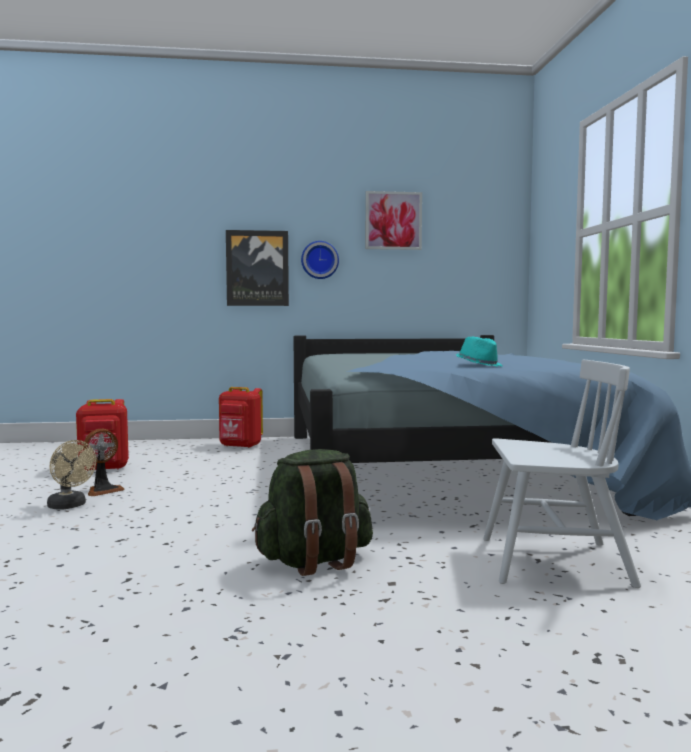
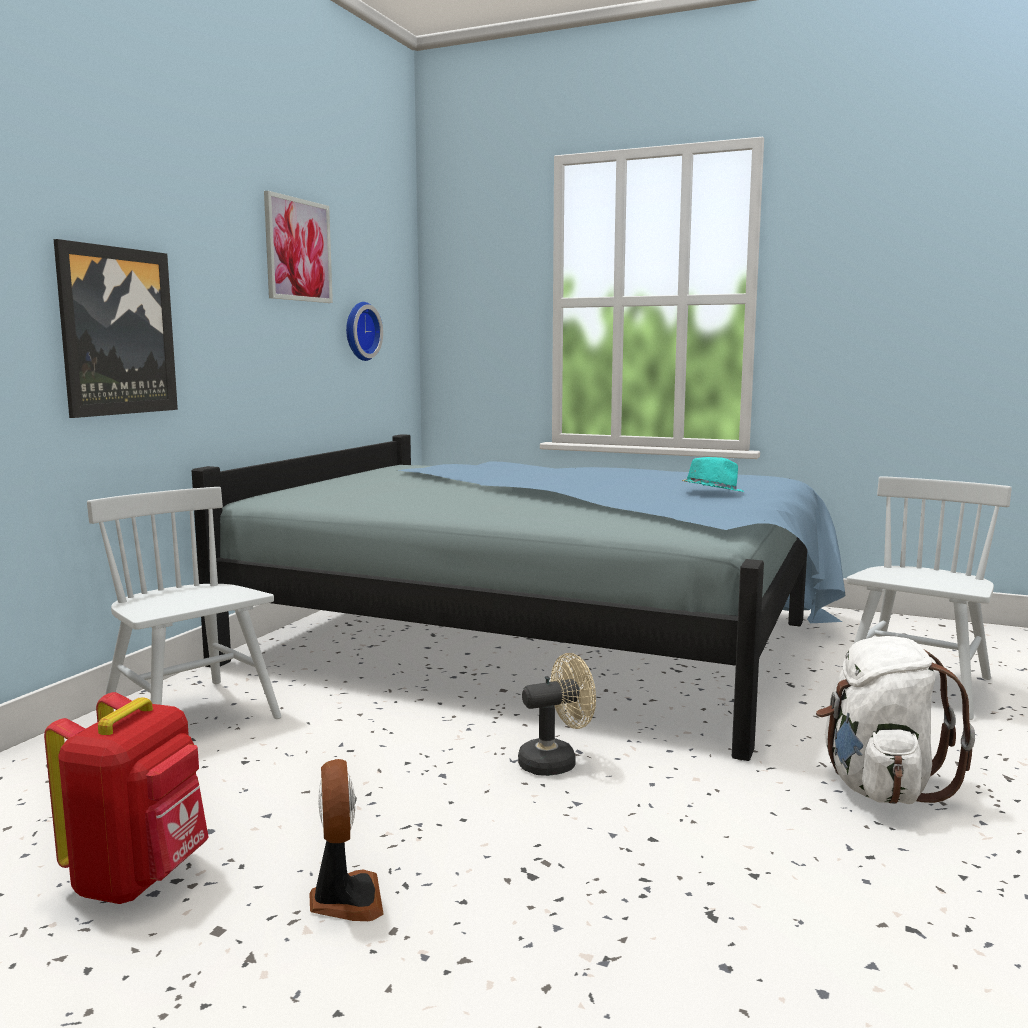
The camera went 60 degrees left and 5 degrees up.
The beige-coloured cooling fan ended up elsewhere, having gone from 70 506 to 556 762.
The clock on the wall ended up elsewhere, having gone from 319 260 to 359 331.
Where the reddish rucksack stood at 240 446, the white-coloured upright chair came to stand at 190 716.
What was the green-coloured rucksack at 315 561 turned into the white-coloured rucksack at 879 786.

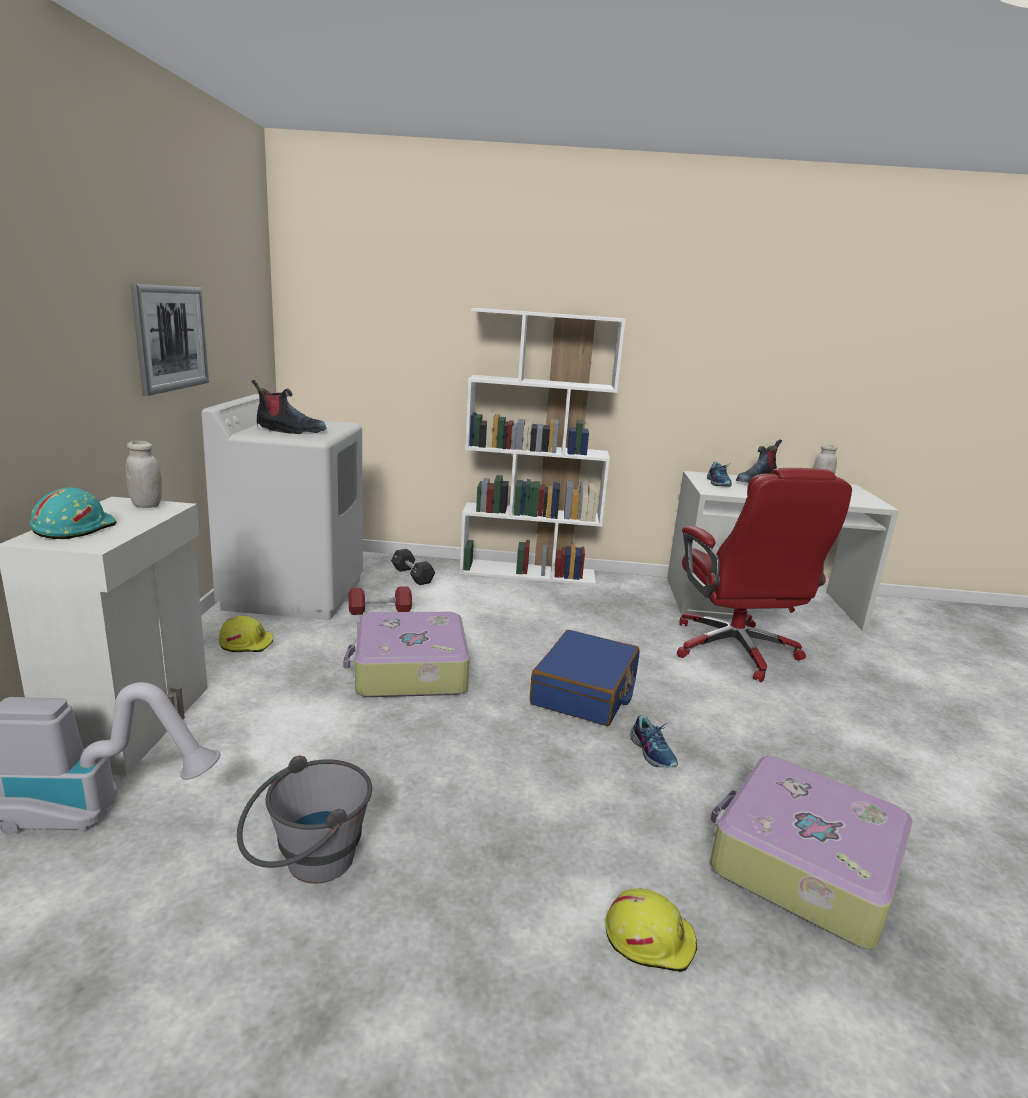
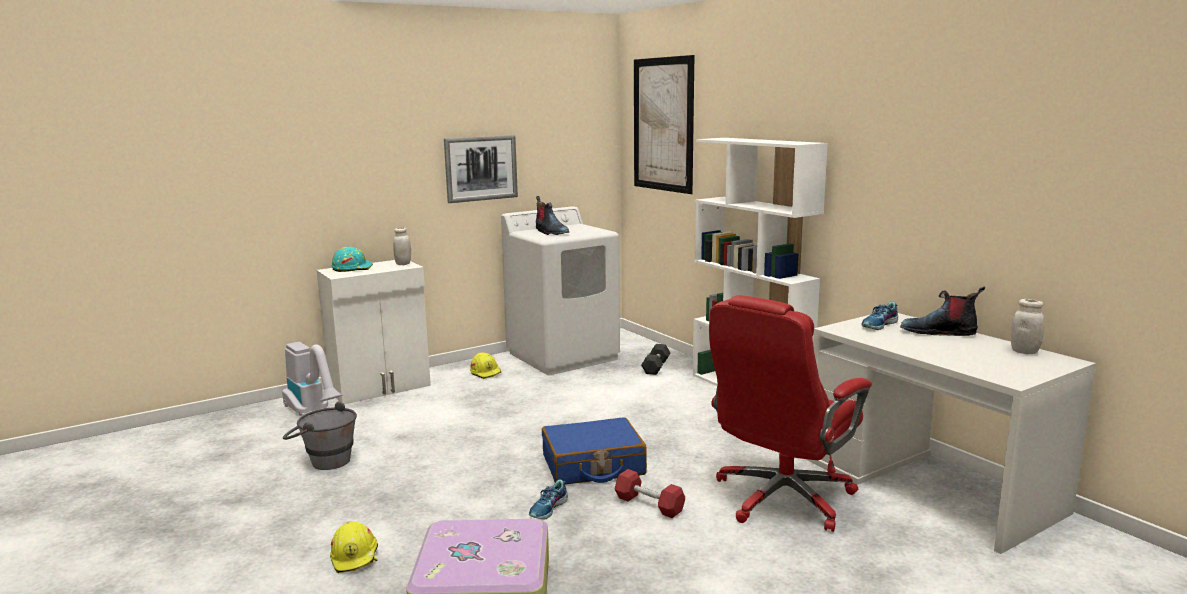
The camera went 55 degrees right and 5 degrees down.
The second view lost the travel case at 409 670.
The second view gained the picture at 662 124.
The reddish dumbbell ended up elsewhere, having gone from 380 611 to 649 505.

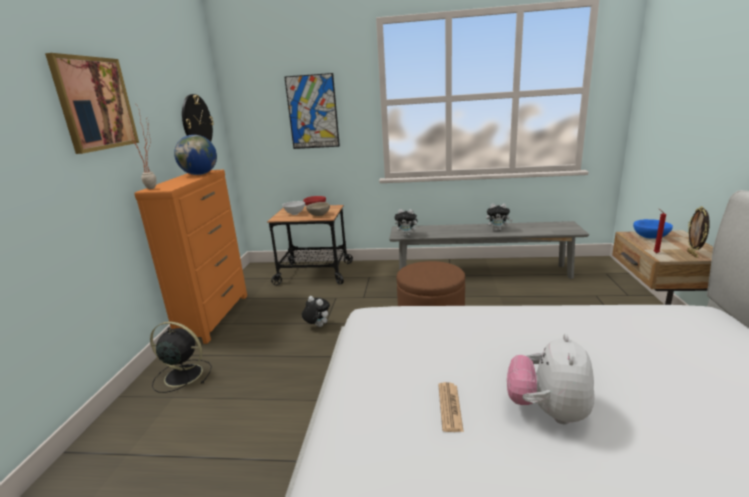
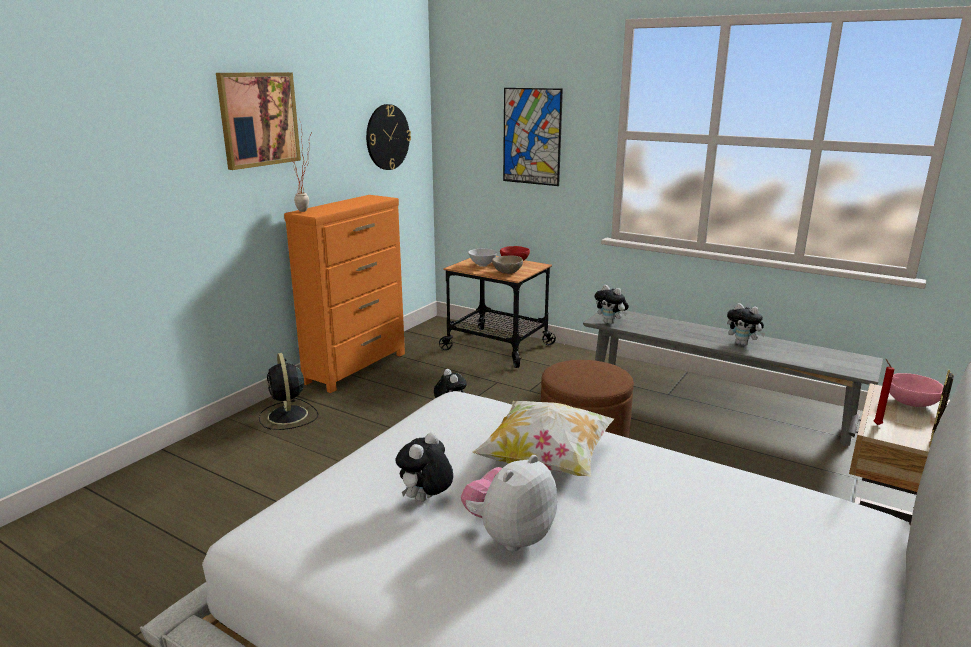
The camera went 25 degrees right and 0 degrees up.
The second view lost the globe at 200 174.
The second view gained the throw pillow at 546 460.
Where the newspaper stood at 450 407, the soft toy came to stand at 425 500.
What was the blue serving bowl at 650 237 turned into the pinkish serving bowl at 911 403.
The black-coloured cooling fan at 182 375 ended up facing another way, 150 degrees counterclockwise from before.

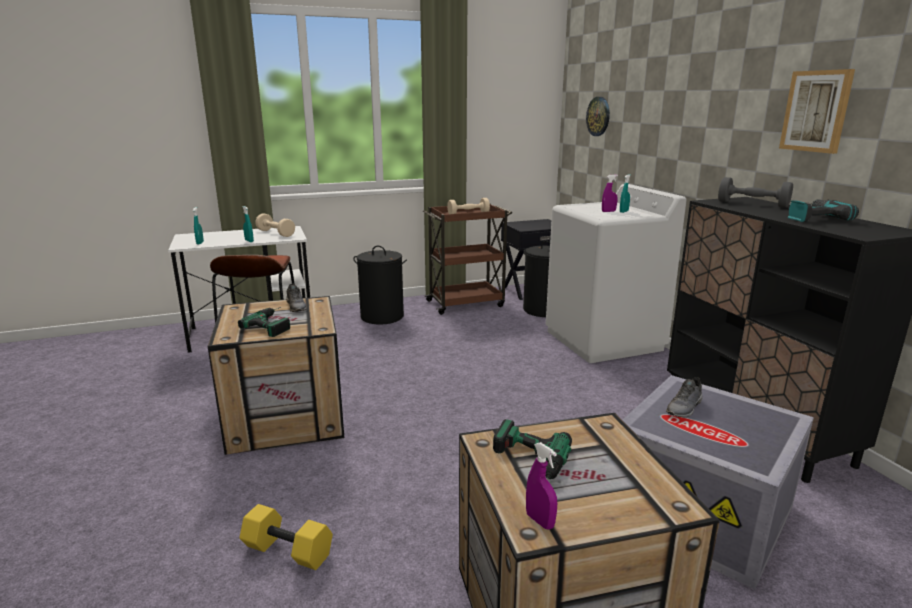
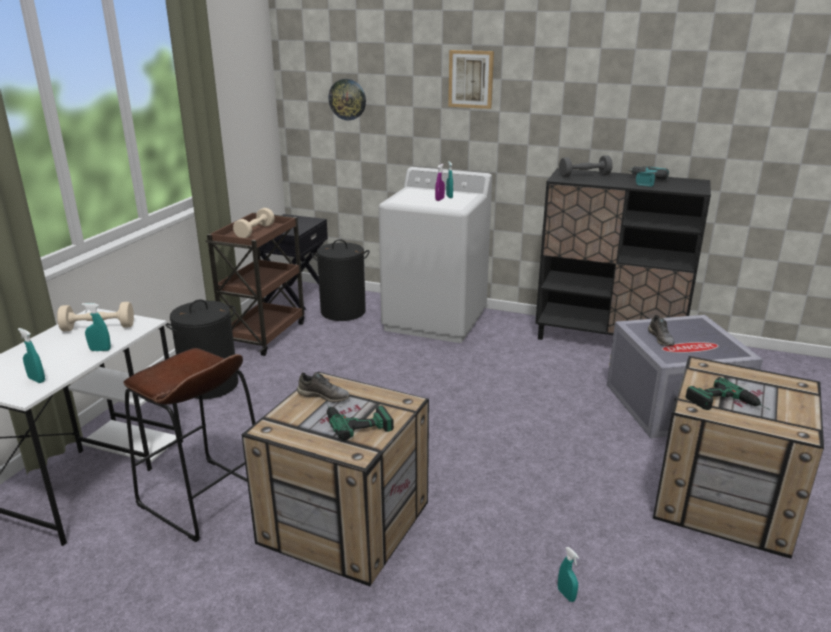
The camera went 50 degrees left and 5 degrees up.
The second view lost the purplish spray bottle at 540 521.
The picture ended up elsewhere, having gone from 816 111 to 471 79.
Where the yellow dumbbell stood at 286 551, the turquoise-coloured spray bottle came to stand at 566 595.

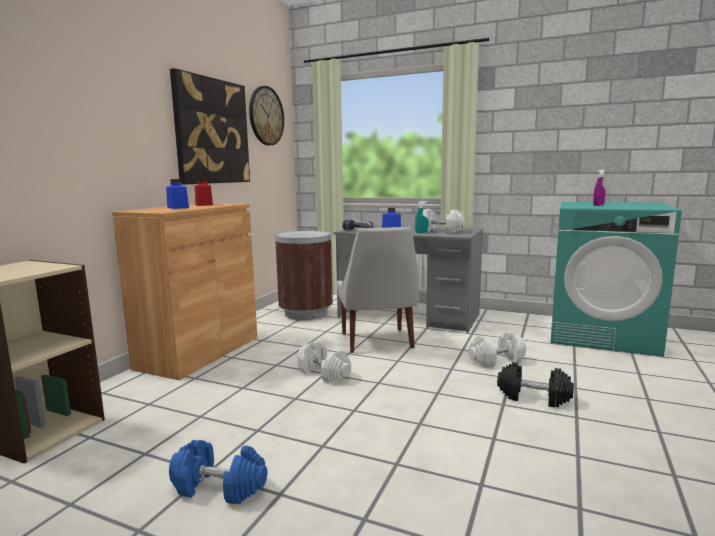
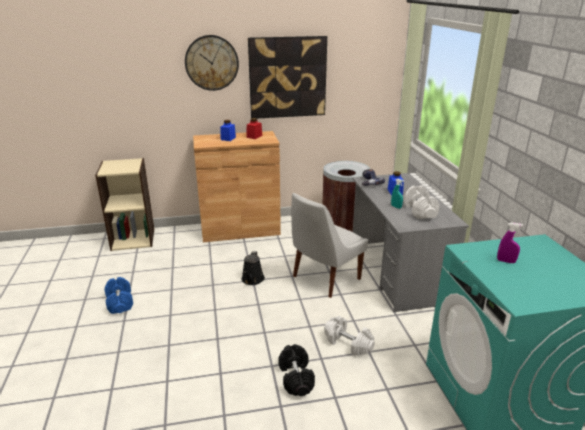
The camera went 55 degrees right and 15 degrees up.
The clock on the wall ended up elsewhere, having gone from 266 116 to 211 63.
Where the white-coloured dumbbell stood at 324 373, the black-coloured sprinkling can came to stand at 252 280.

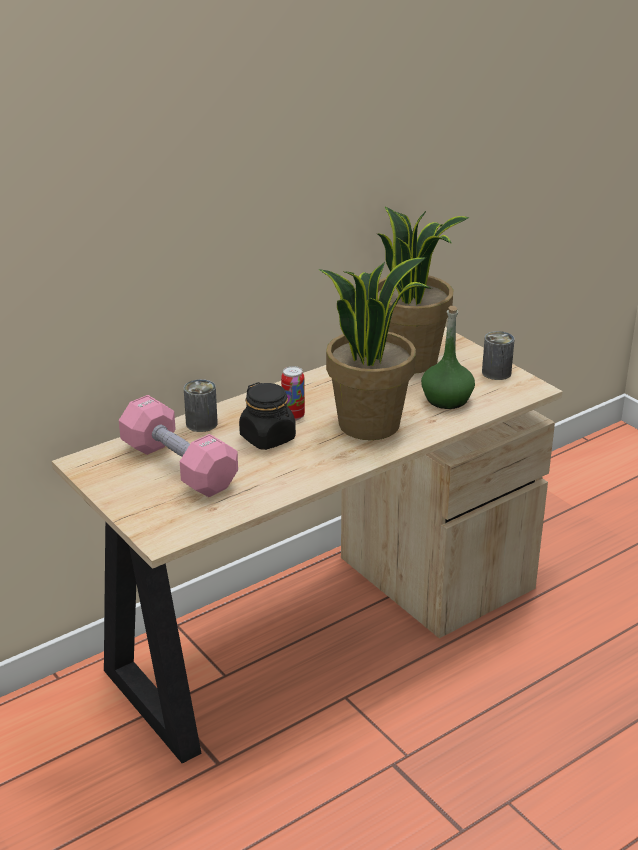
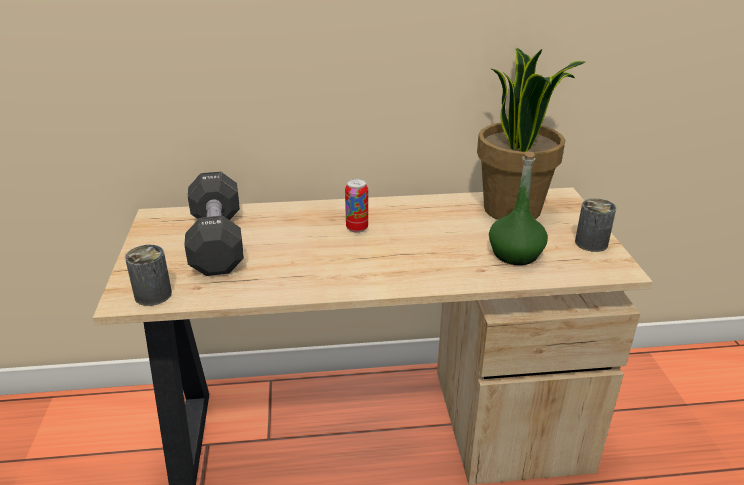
The camera went 30 degrees right and 0 degrees up.
The second view lost the black-coloured storage jar at 268 438.
The second view lost the plant in a pot at 369 423.
The sealed can ended up elsewhere, having gone from 201 423 to 153 294.
What was the pinkish dumbbell at 179 466 turned into the black-coloured dumbbell at 217 242.

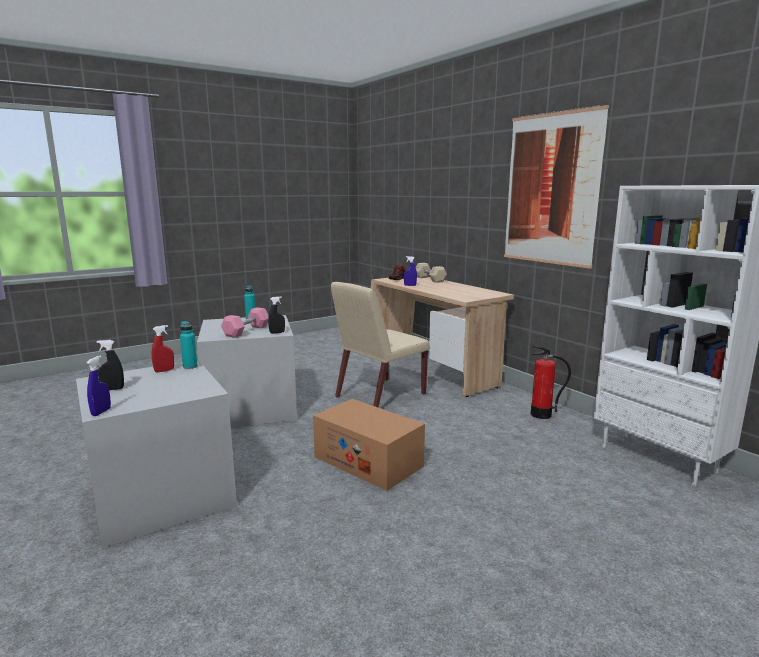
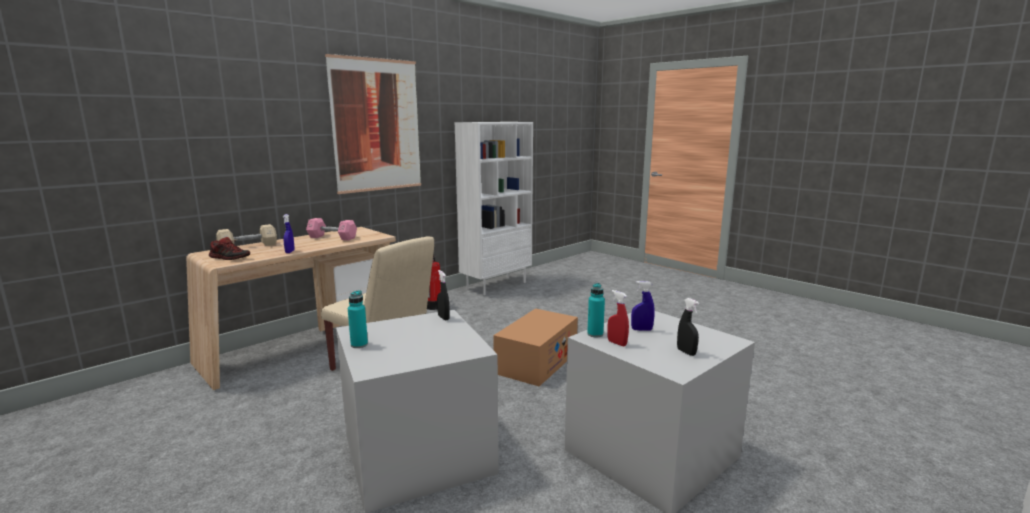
The camera went 100 degrees left and 0 degrees up.
The blue spray bottle ended up elsewhere, having gone from 101 412 to 641 330.
The pinkish dumbbell ended up elsewhere, having gone from 246 331 to 332 237.

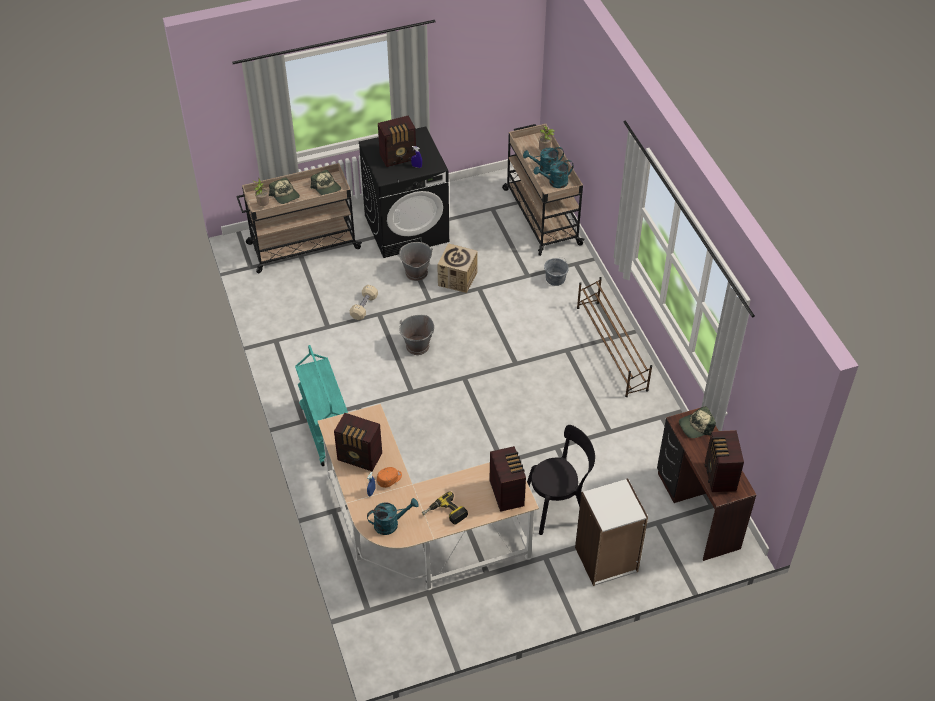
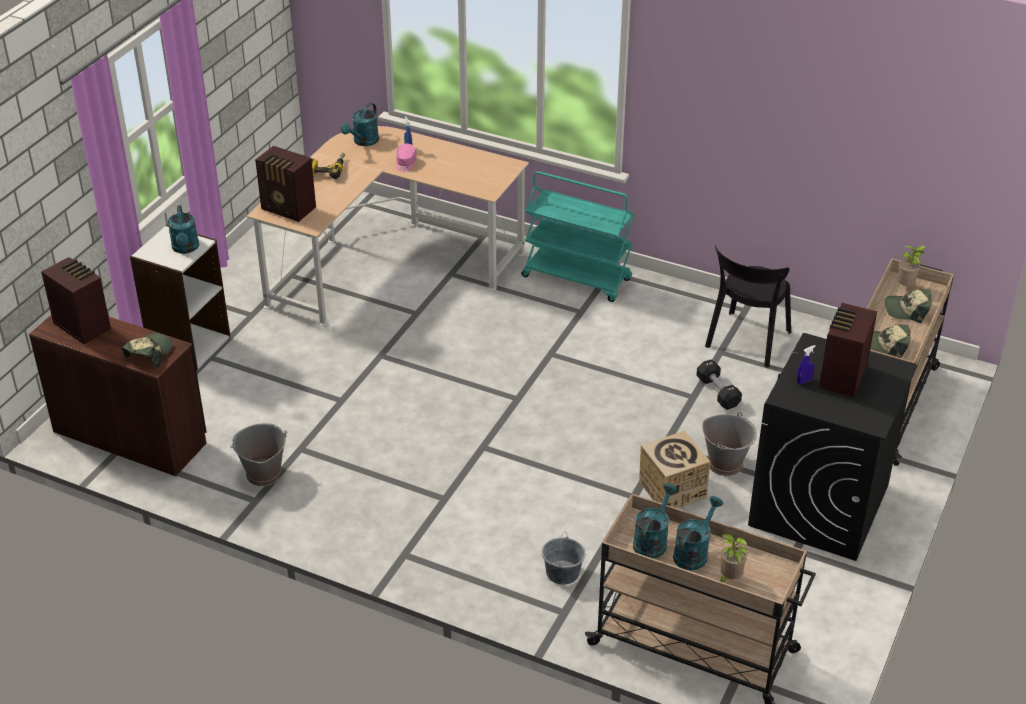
The camera went 135 degrees right and 10 degrees down.
The second view lost the radio at 360 458.
The second view lost the brown shoe stand at 611 348.
The second view gained the turquoise-coloured sprinkling can at 186 248.
The greyish water bucket ended up elsewhere, having gone from 418 346 to 263 473.
The black-coloured upright chair ended up elsewhere, having gone from 559 507 to 746 342.
What was the beige-coloured dumbbell at 364 307 turned into the black-coloured dumbbell at 718 392.
What was the orangey cap at 389 479 turned into the pinkish cap at 405 163.

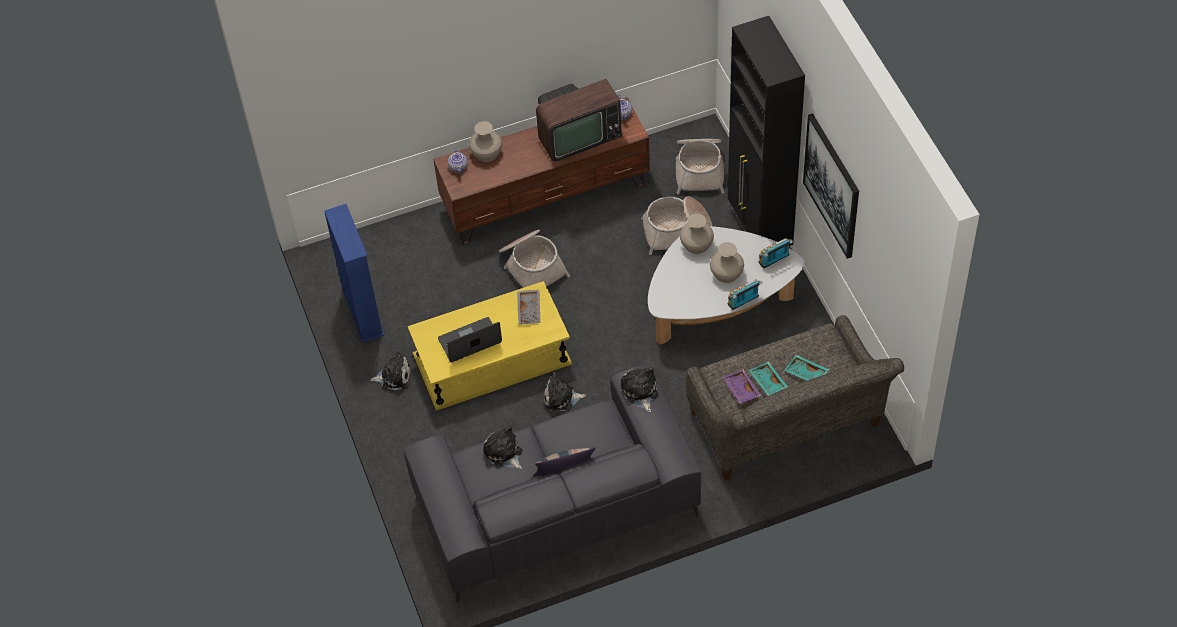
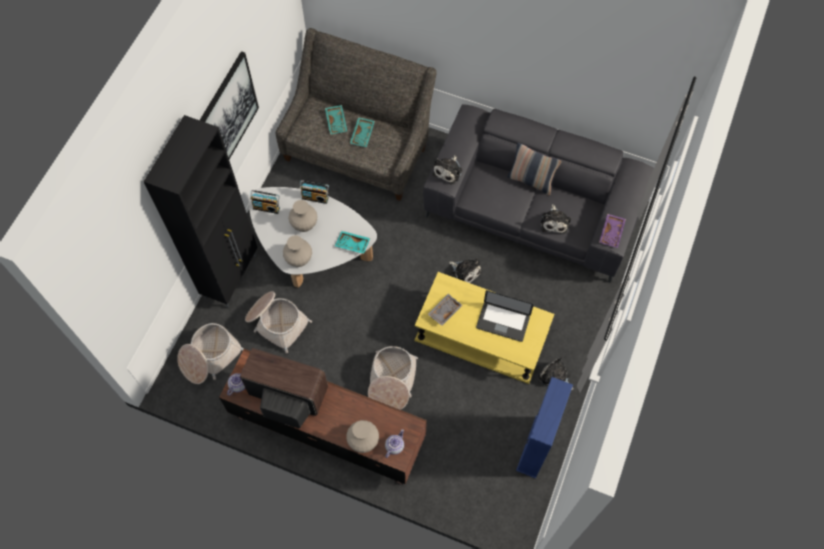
The camera went 140 degrees left and 10 degrees up.
The second view gained the turquoise-coloured tray at 352 245.
The purplish tray ended up elsewhere, having gone from 740 390 to 612 233.

